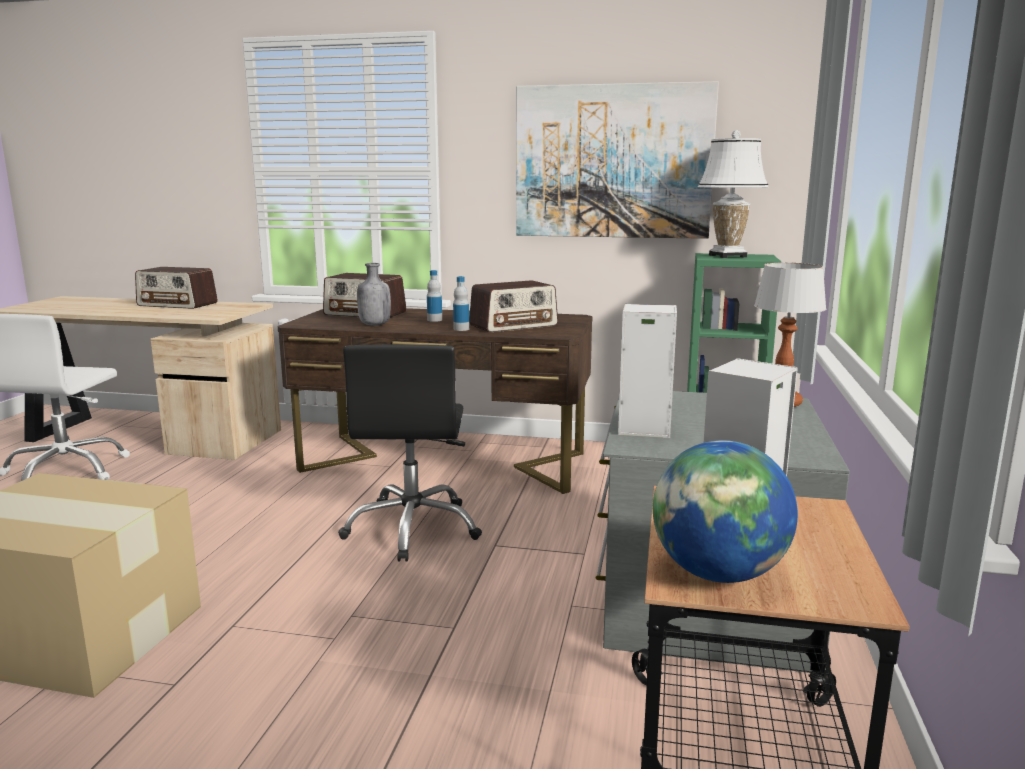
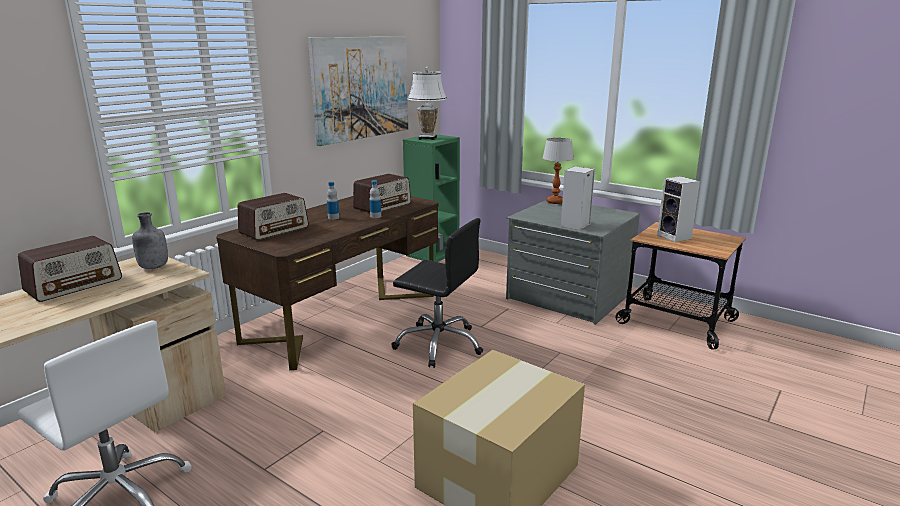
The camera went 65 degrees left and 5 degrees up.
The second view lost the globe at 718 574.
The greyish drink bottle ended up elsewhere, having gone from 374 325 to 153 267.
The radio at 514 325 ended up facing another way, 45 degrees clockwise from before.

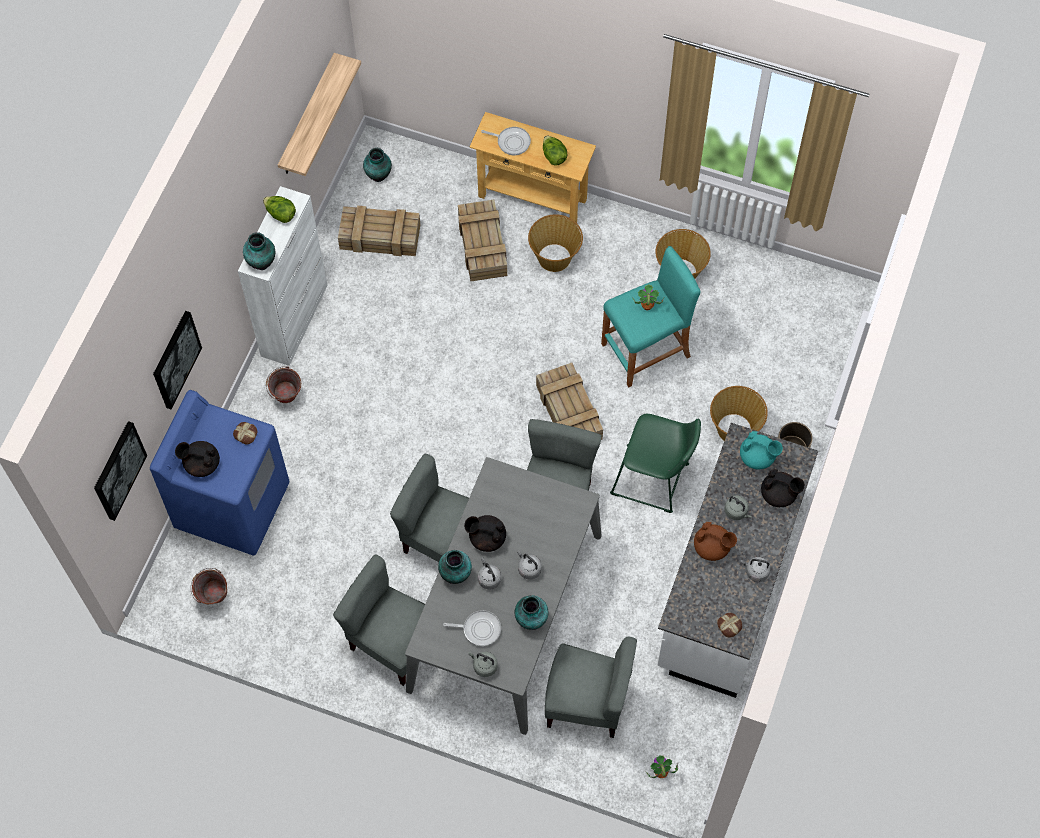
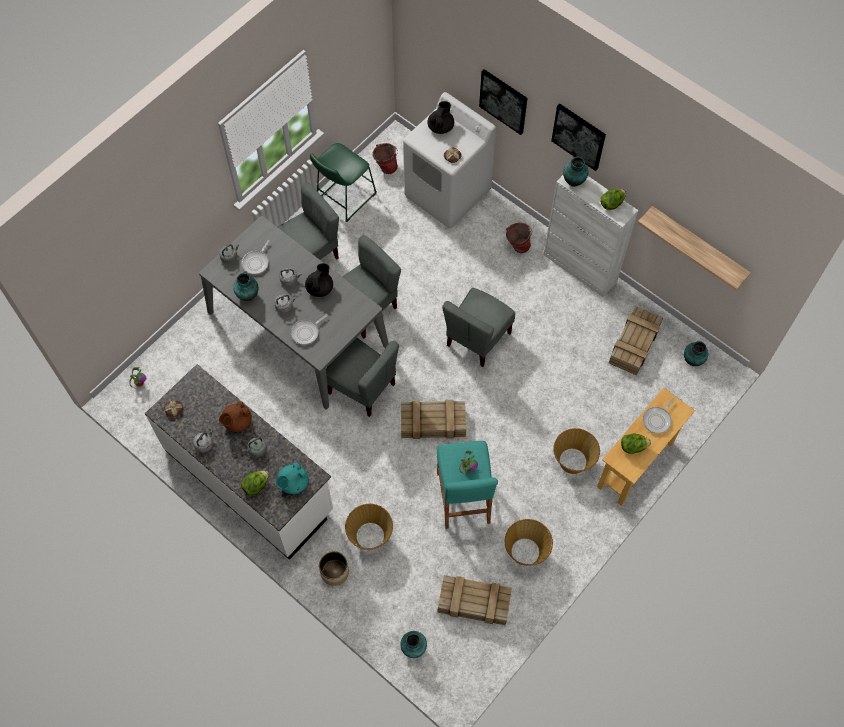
The camera went 110 degrees right and 0 degrees up.
The second view gained the frying pan at 306 332.
The picture ended up elsewhere, having gone from 118 470 to 579 136.
The vase ended up elsewhere, having gone from 456 575 to 413 648.
The crate ended up elsewhere, having gone from 483 247 to 473 602.
The greyish upright chair ended up elsewhere, having gone from 587 702 to 477 339.
The green-coloured stool ended up elsewhere, having gone from 654 481 to 343 199.
Where the black-coloured teapot stood at 779 494, the lettuce head came to stand at 256 485.
What was the blue laundry machine at 233 505 turned into the white-coloured laundry machine at 447 194.

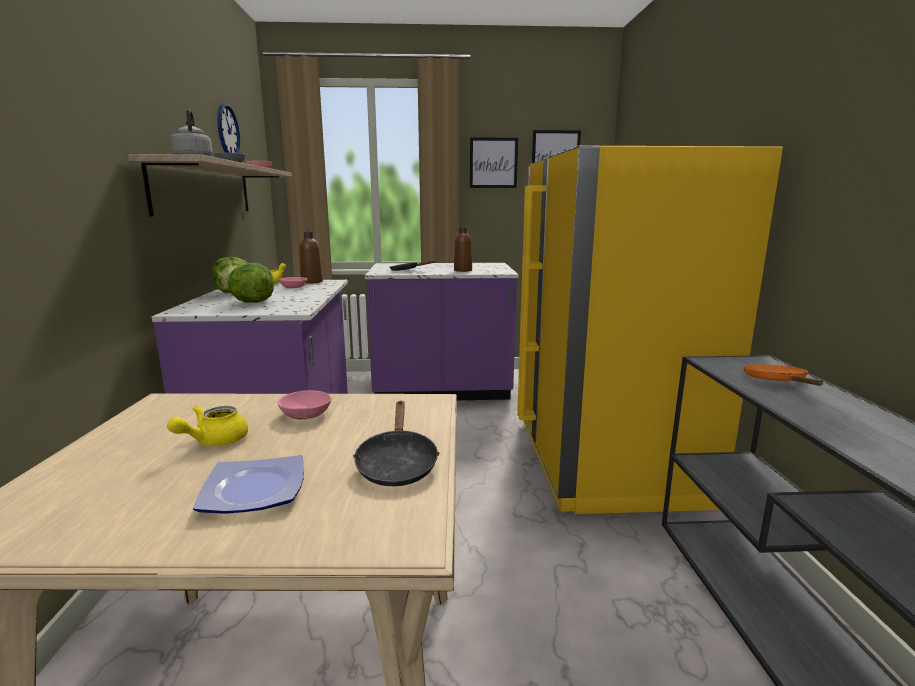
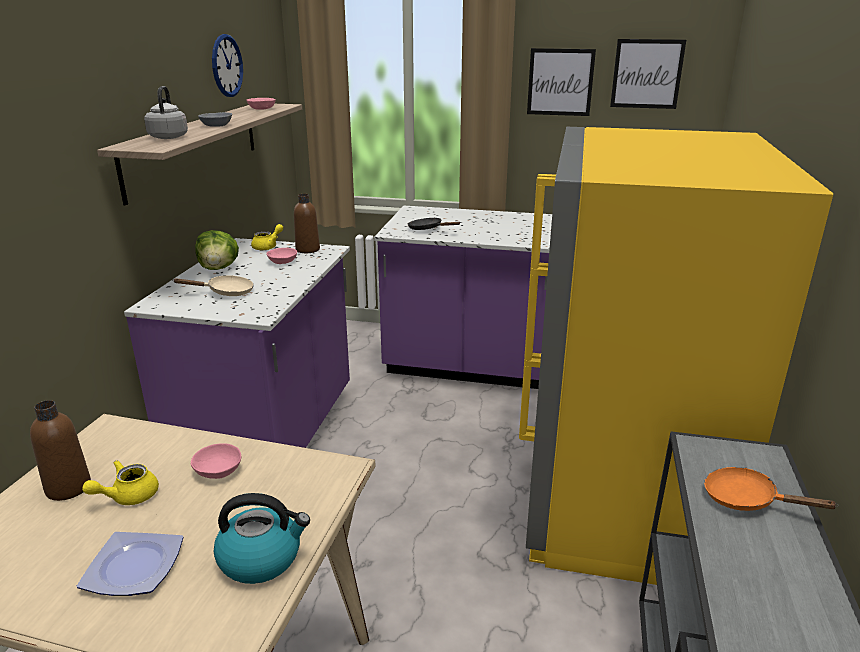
The camera went 15 degrees right and 10 degrees up.
The brown drink bottle ended up elsewhere, having gone from 463 270 to 68 487.
Where the lettuce head stood at 252 302, the beige-coloured frying pan came to stand at 226 292.
Where the black-coloured frying pan stood at 397 464, the water kettle came to stand at 261 558.
The orangey frying pan at 777 382 ended up facing another way, 75 degrees counterclockwise from before.

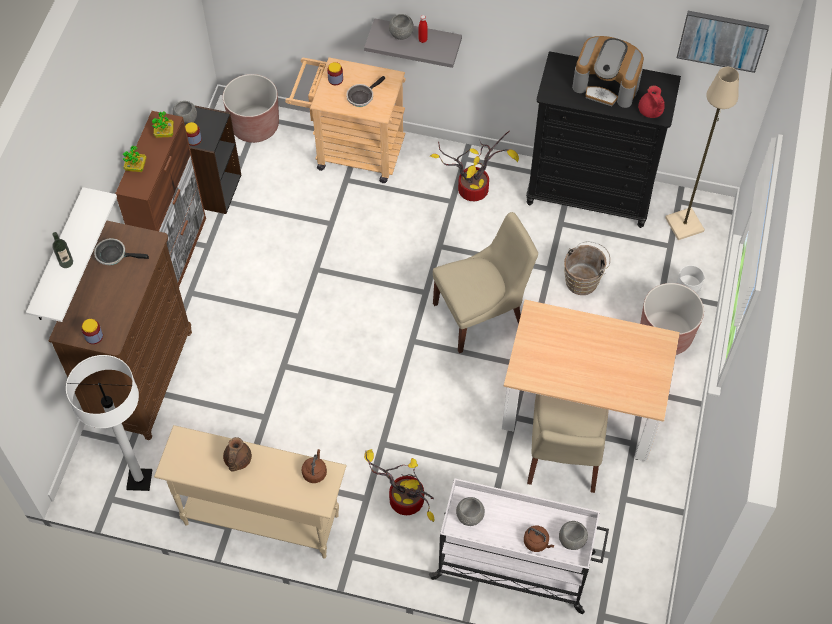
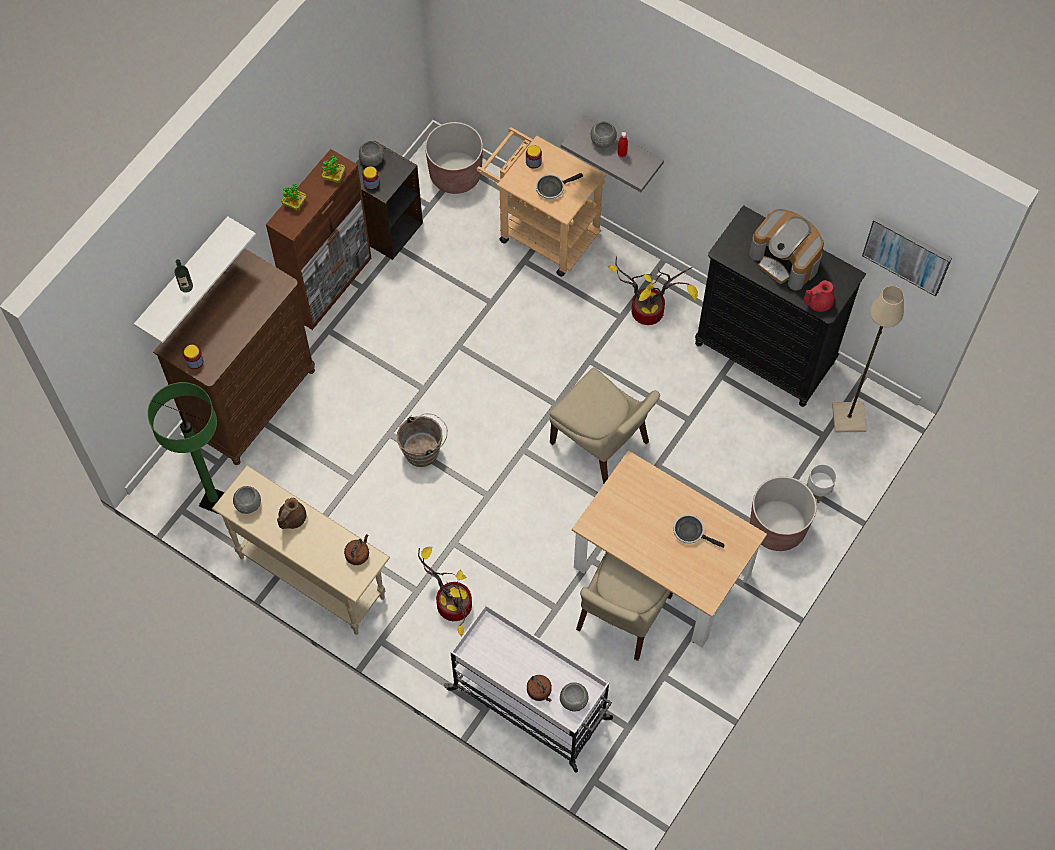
The camera went 20 degrees right and 5 degrees up.
The frying pan ended up elsewhere, having gone from 114 255 to 691 532.
The greyish serving bowl ended up elsewhere, having gone from 470 516 to 249 504.
The brown water bucket ended up elsewhere, having gone from 583 280 to 424 450.
What was the white-coloured floor lamp at 139 480 turned into the green-coloured floor lamp at 214 501.
The beige-coloured upright chair at 481 314 ended up facing another way, 45 degrees clockwise from before.
The reddish teapot at 650 111 ended up facing another way, 60 degrees clockwise from before.

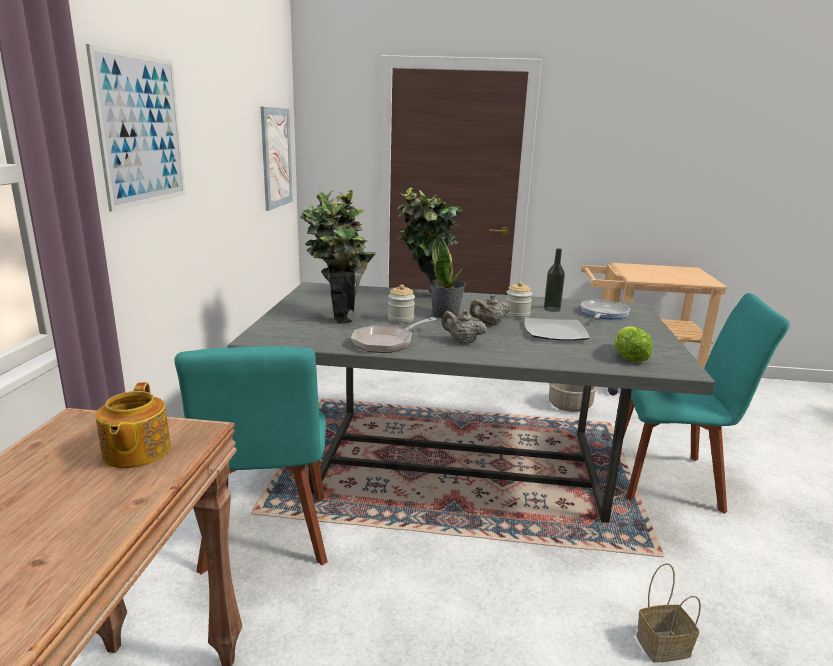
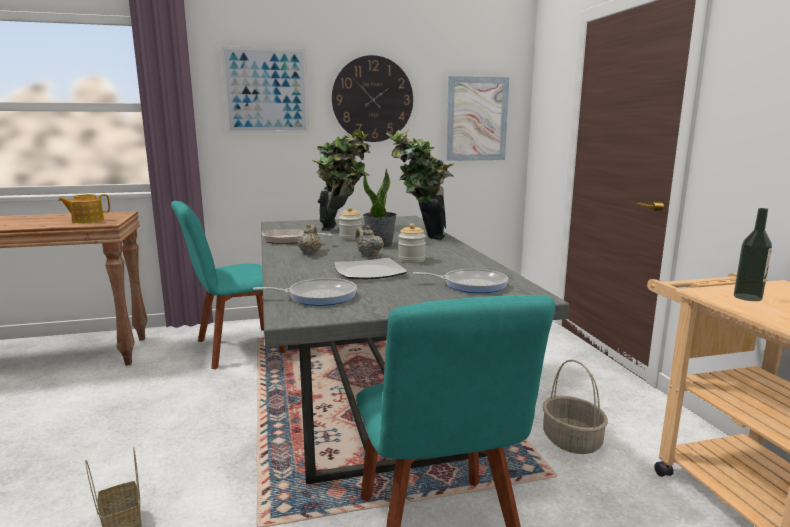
The camera went 70 degrees right and 5 degrees down.
The second view gained the clock on the wall at 372 99.
The drink bottle ended up elsewhere, having gone from 552 309 to 747 297.
Where the lettuce head stood at 629 356, the frying pan came to stand at 318 296.

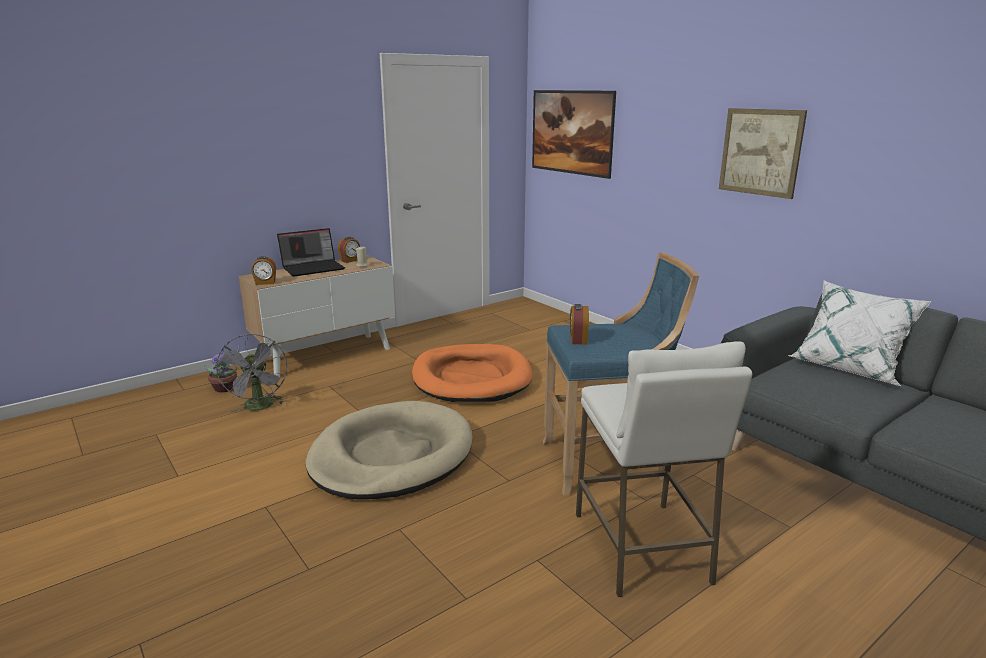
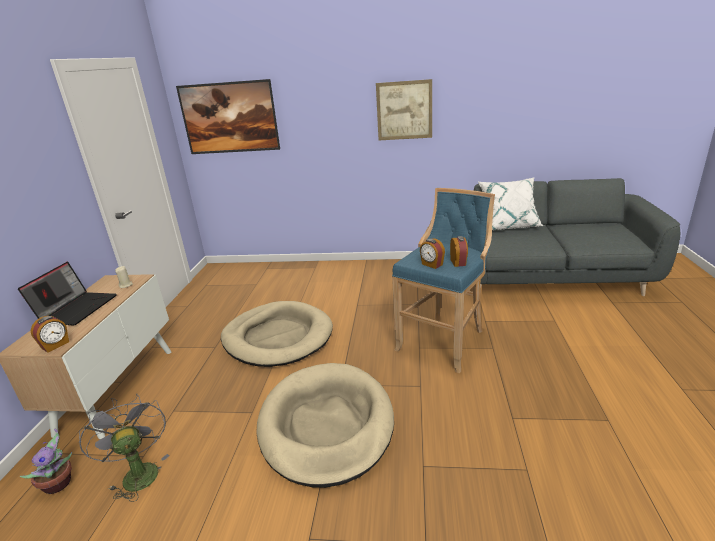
The camera went 45 degrees left and 5 degrees up.
The second view lost the white-coloured stool at 642 547.
The table clock ended up elsewhere, having gone from 350 260 to 458 262.
What was the orangey dog cushion at 471 378 turned into the beige-coloured dog cushion at 277 337.
The greyish cooling fan at 259 407 ended up facing another way, 150 degrees counterclockwise from before.

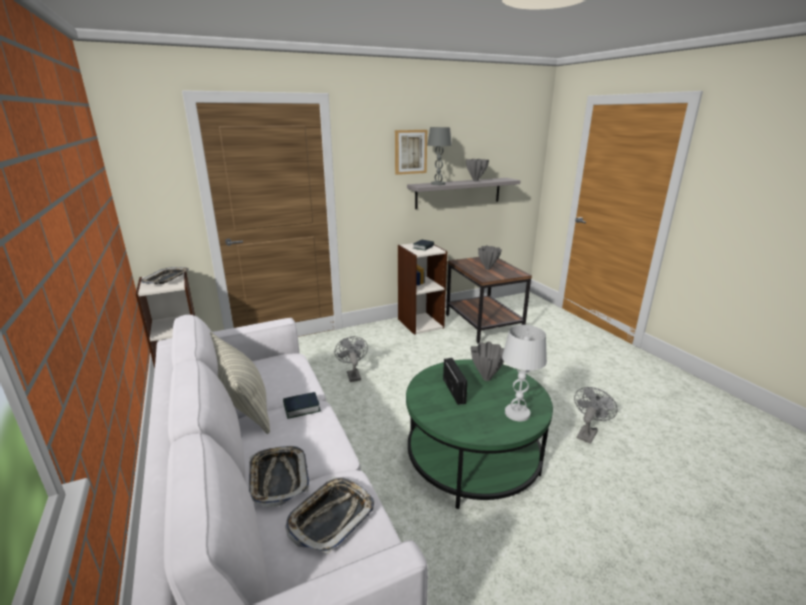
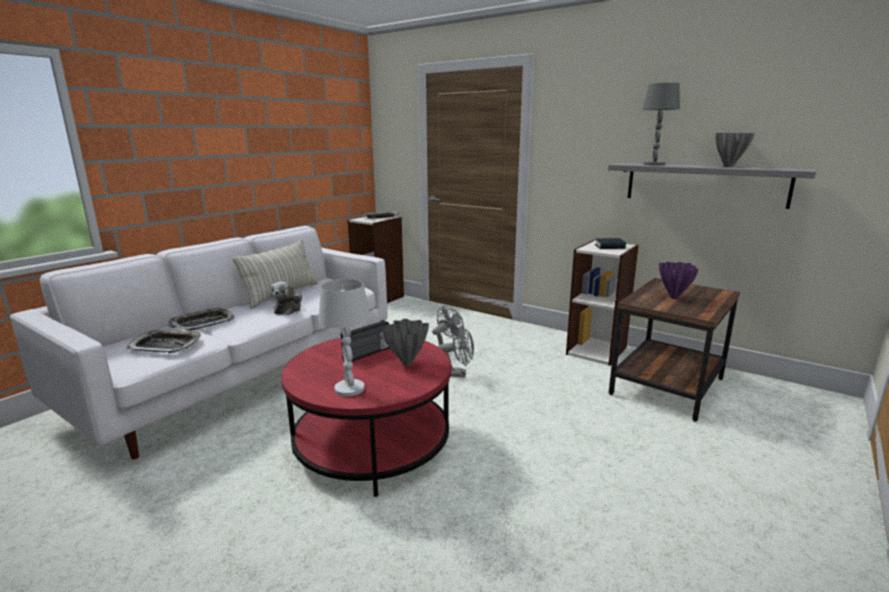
The camera went 60 degrees right and 5 degrees down.
The second view lost the picture at 410 152.
The greyish cooling fan ended up elsewhere, having gone from 587 432 to 458 374.
Where the volume stood at 301 408, the soft toy came to stand at 288 309.
What was the green-coloured lounge table at 472 458 turned into the reddish lounge table at 372 444.
What was the greyish vase at 487 269 turned into the purplish vase at 673 297.

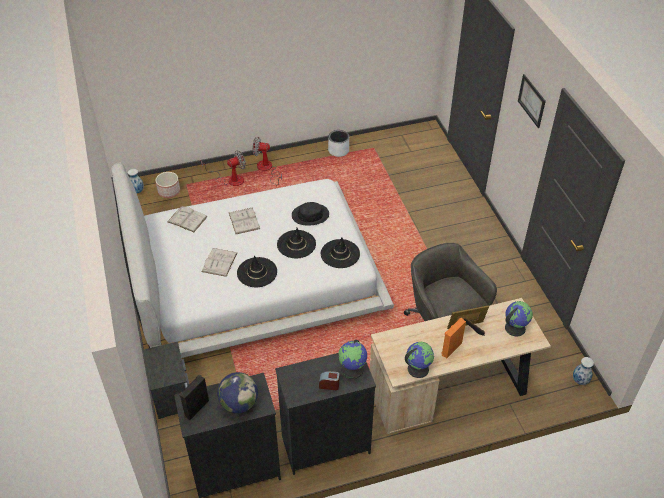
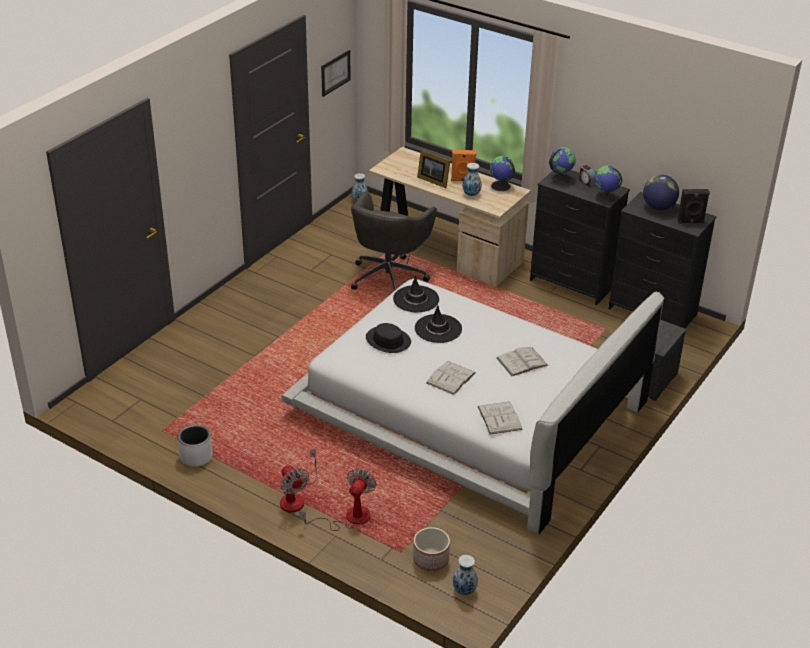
The camera went 130 degrees left and 10 degrees down.
The second view lost the black-coloured clothing hat at 257 272.
The second view gained the vase at 471 194.
The globe ended up elsewhere, having gone from 514 328 to 604 197.
The picture ended up elsewhere, having gone from 532 100 to 335 72.
The cooling fan at 230 179 ended up facing another way, 90 degrees clockwise from before.

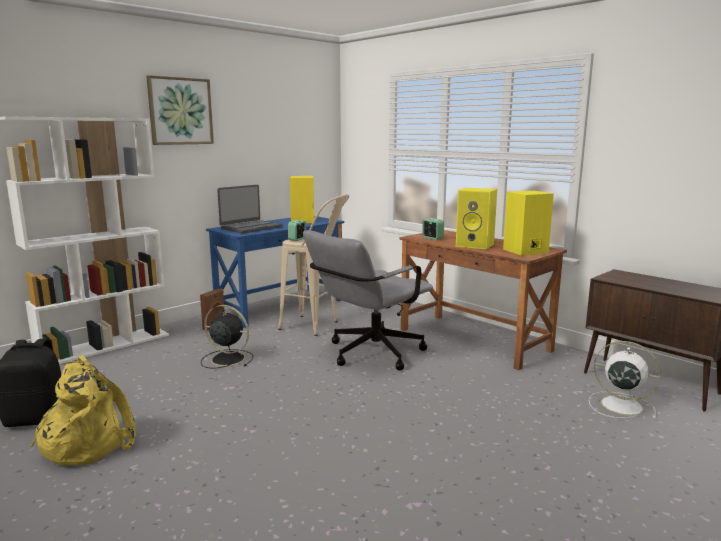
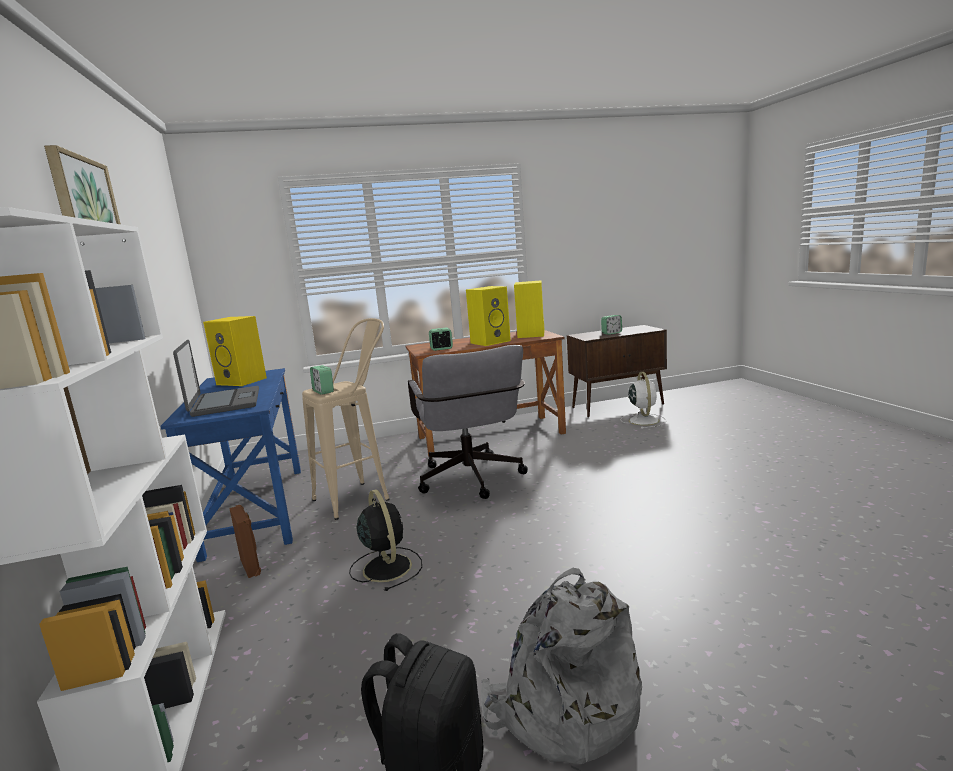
The camera went 60 degrees left and 0 degrees up.
The second view gained the table clock at 611 333.
What was the yellow rucksack at 88 443 turned into the greyish rucksack at 563 711.
The black-coloured cooling fan at 226 359 ended up facing another way, 105 degrees clockwise from before.
The white-coloured cooling fan at 619 405 ended up facing another way, 120 degrees clockwise from before.

